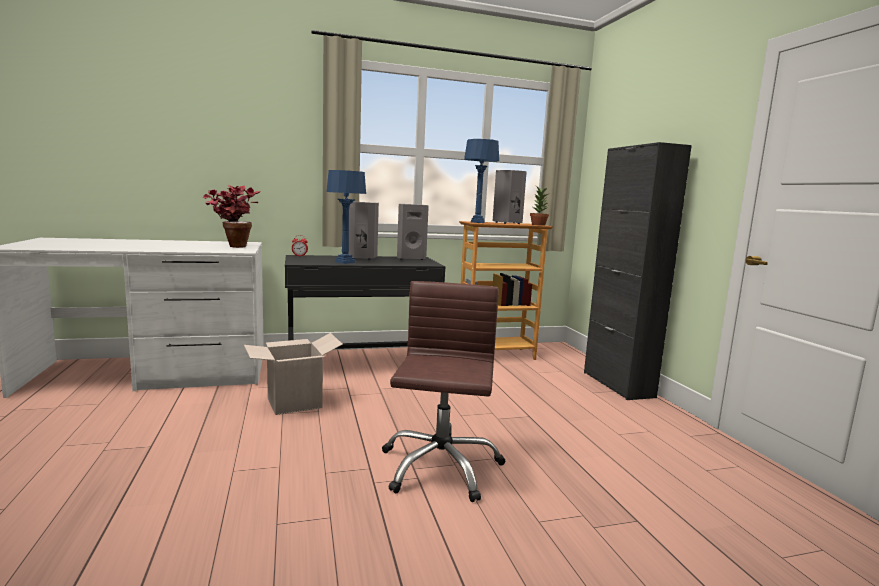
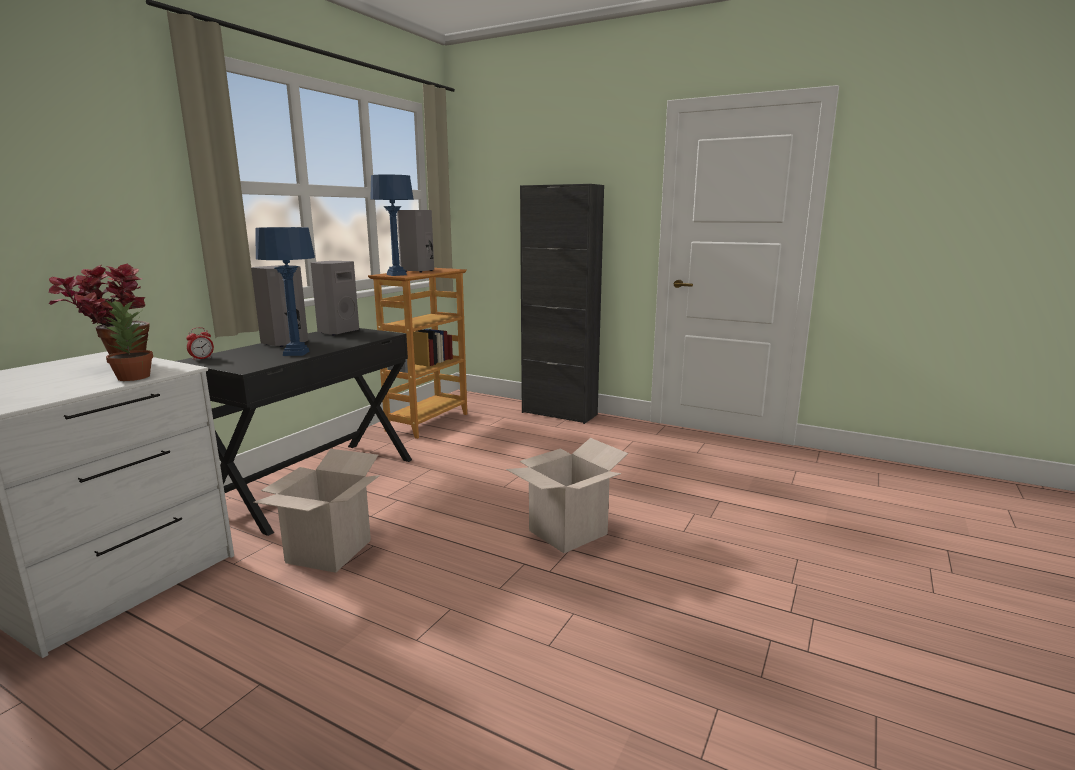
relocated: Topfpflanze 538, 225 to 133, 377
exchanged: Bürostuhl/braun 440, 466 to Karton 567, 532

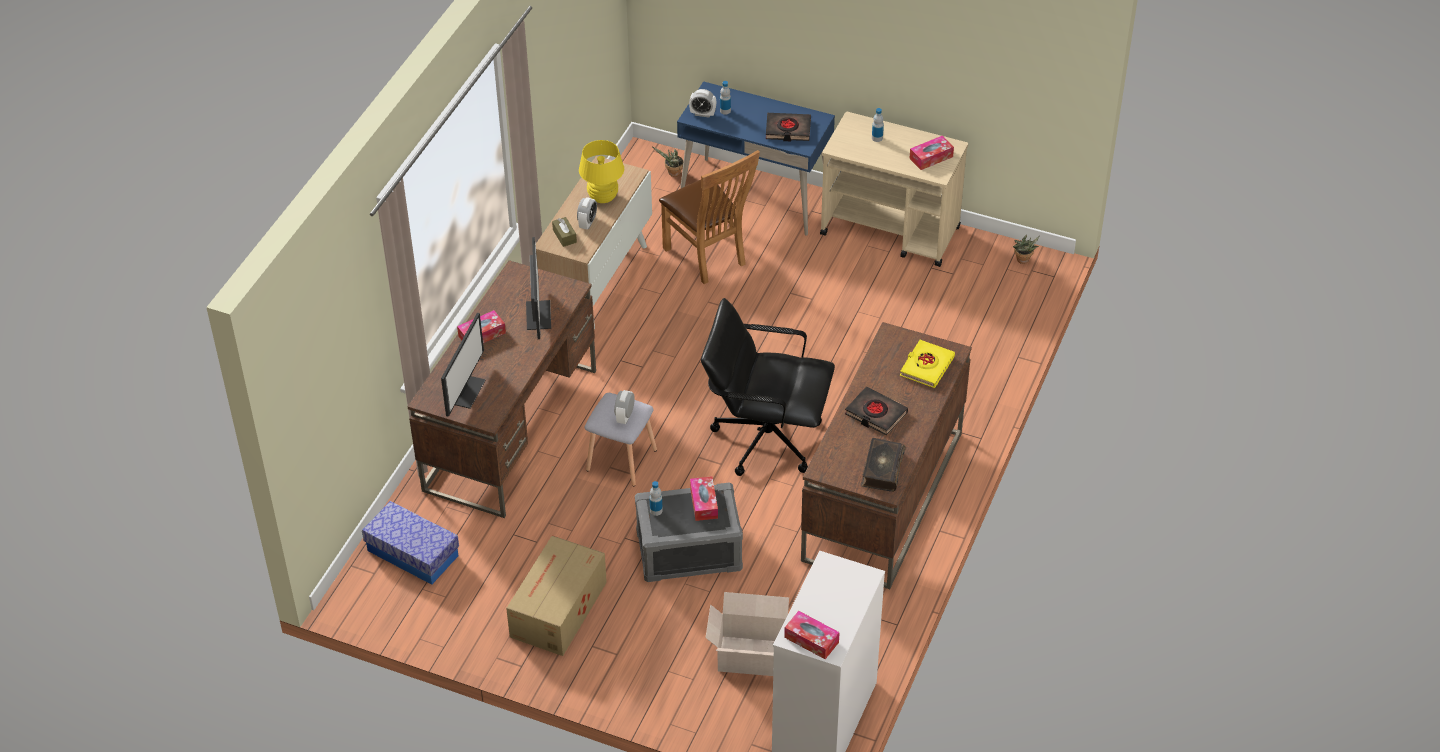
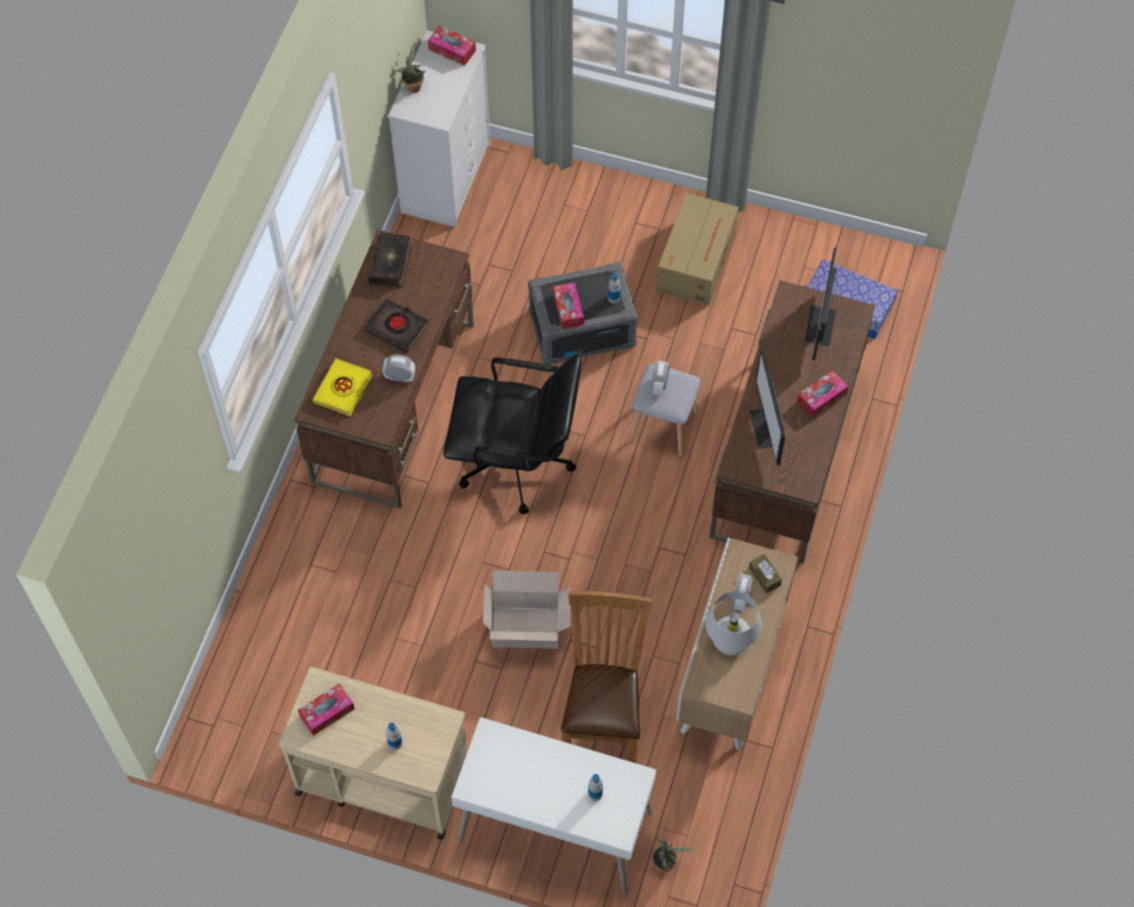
missing: Buch/schwarz 788, 130
relocated: Wecker 702, 114 to 400, 377; Karton 750, 655 to 528, 628; Topfpflanze 1023, 261 to 413, 86
colour: Tischlampe/gelb 603, 197 to Tischlampe/weiß 730, 642; Schreibtisch/blau 755, 196 to Schreibtisch/weiß 554, 828
spun: Stuhl/braun 708, 258 = 603, 716 45 degrees clockwise

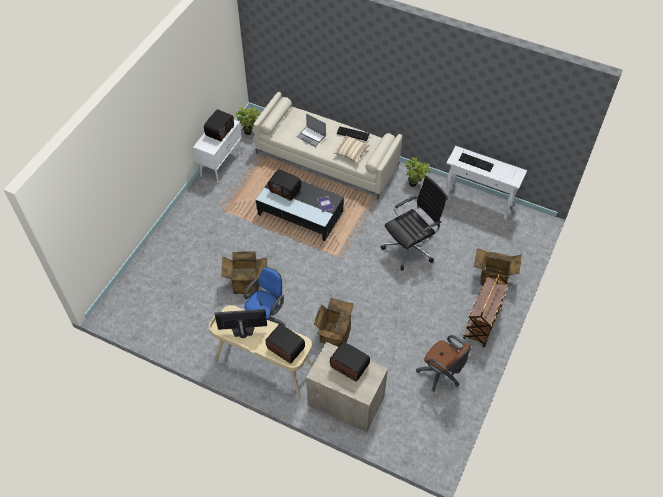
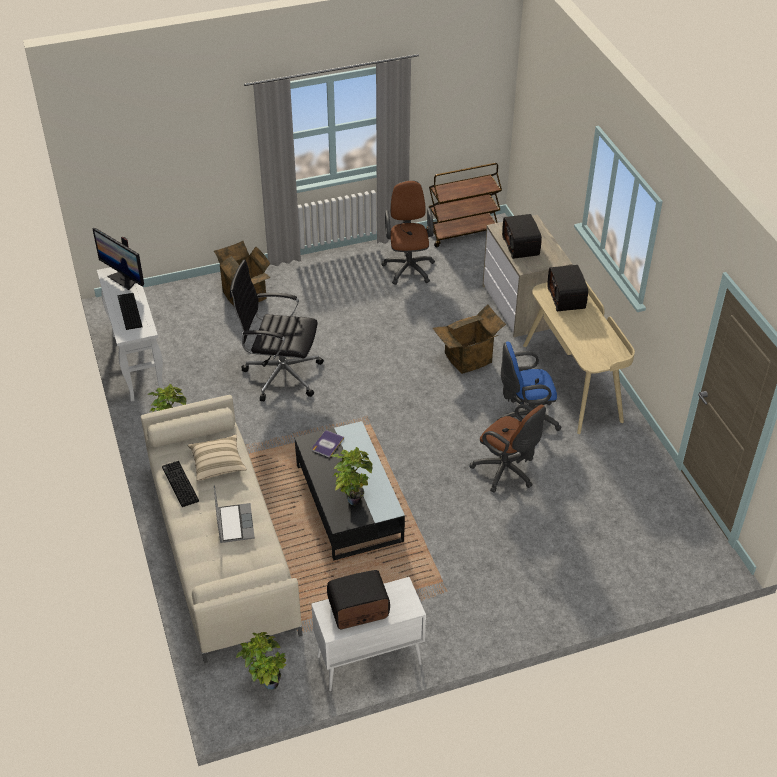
relocated: Monitor 243, 332 to 124, 279; Rollwagen/braun 482, 323 to 462, 232
exchanged: Karton 246, 282 to Bürostuhl/braun 507, 472; Radio 285, 190 to Topfpflanze 352, 497

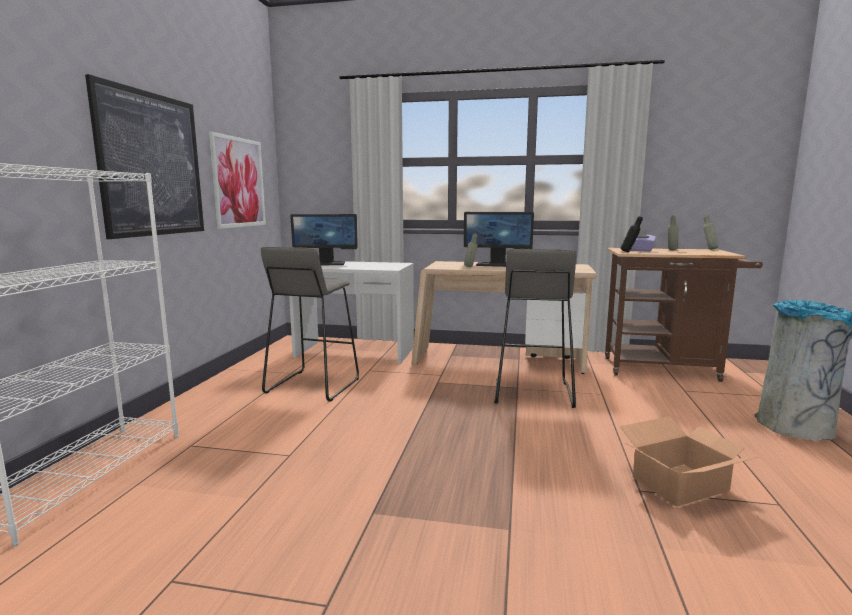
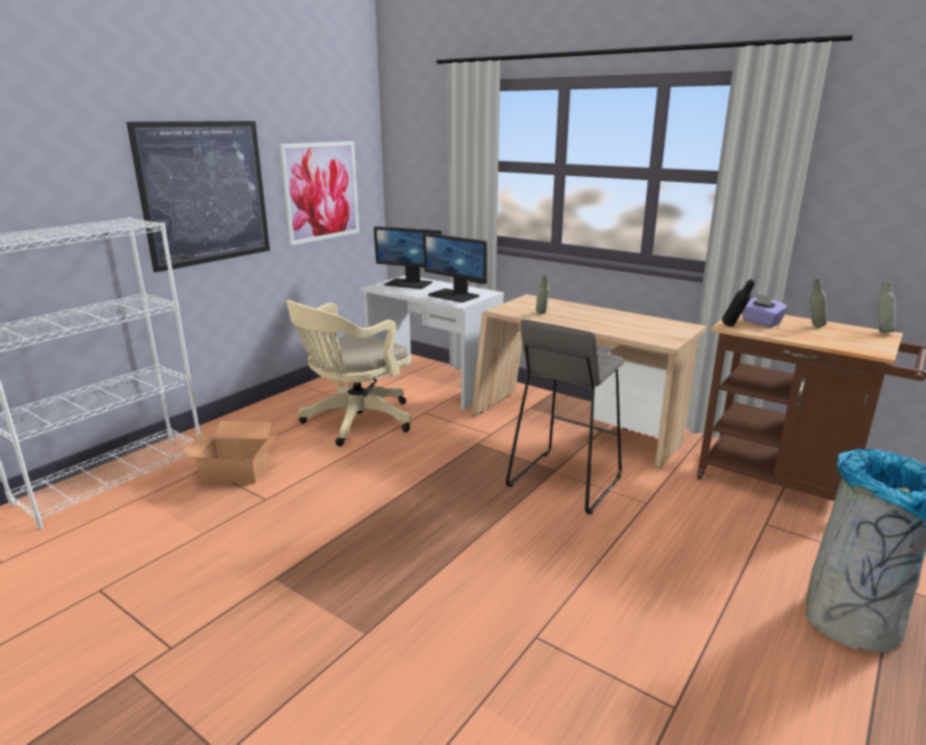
relocated: Monitor 497, 264 to 454, 295; Karton 681, 484 to 236, 471
exchanged: Hocker/grau 312, 386 to Bürostuhl/beige 354, 422

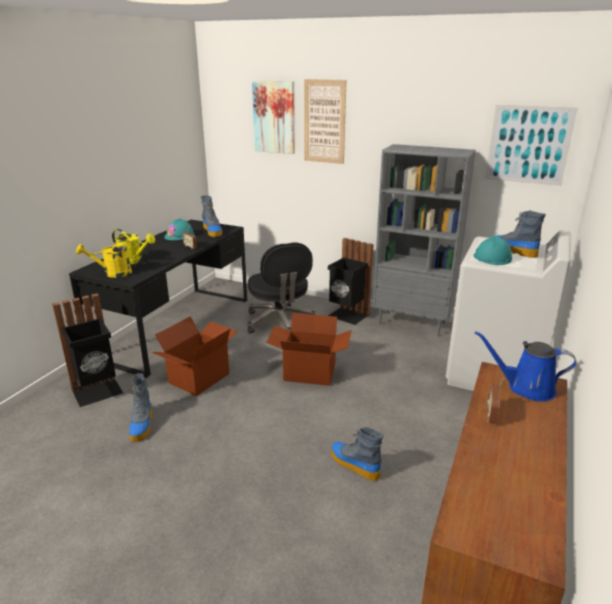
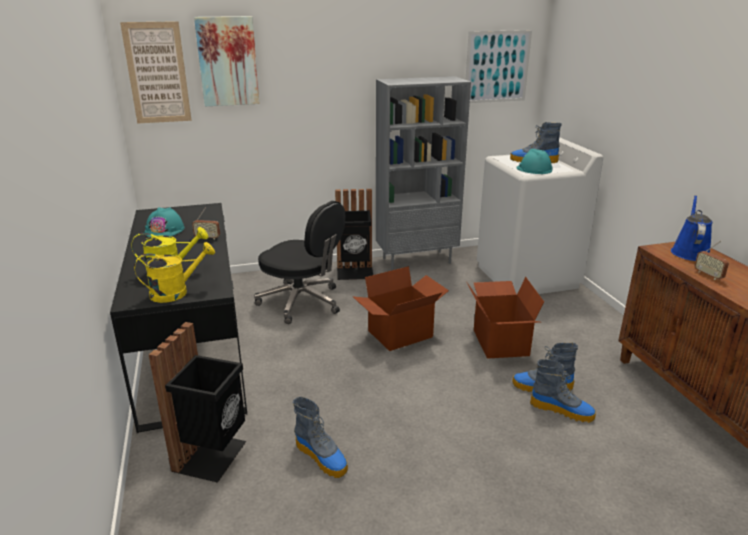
relocated: Karton 198, 378 to 499, 342; Stiefel 212, 231 to 562, 410; Bild 324, 122 to 157, 73
spun: Gießkanne/gelb 113, 273 = 176, 292 150 degrees counterclockwise; Gießkanne/blau 526, 388 = 689, 252 135 degrees clockwise

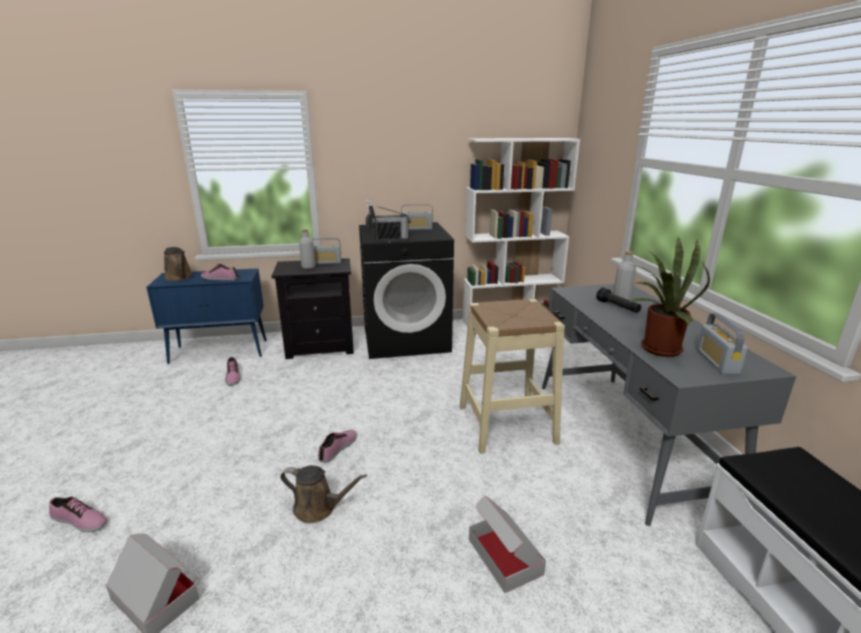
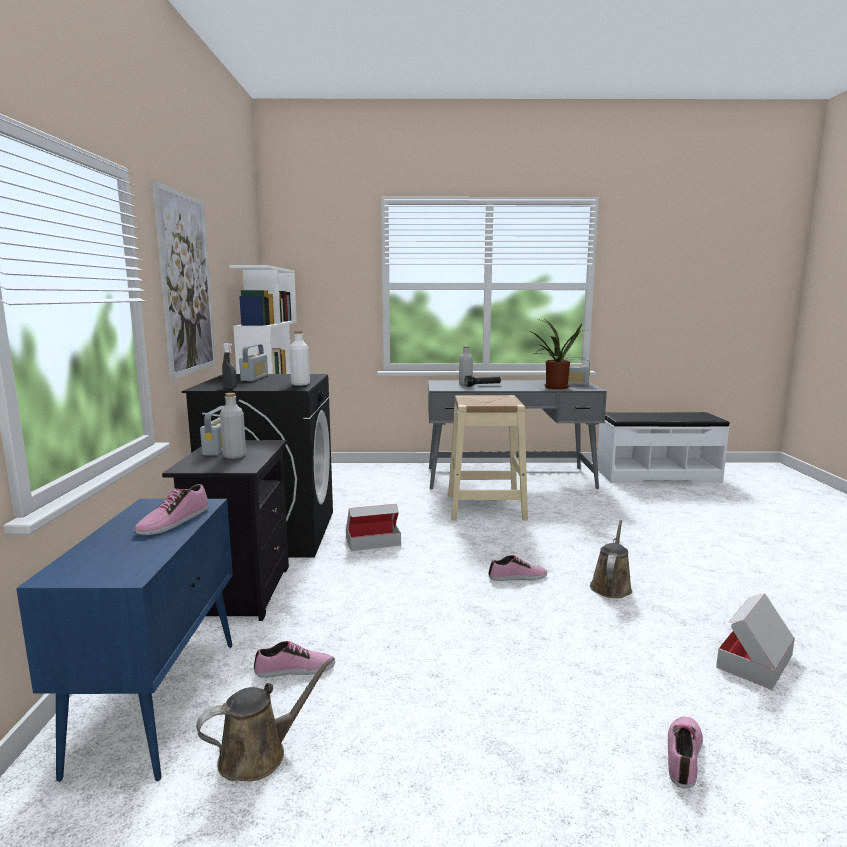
appeared: Bild 186, 284
relocated: Gießkanne/braun 180, 277 to 259, 754; Karton 505, 556 to 373, 541
exchanged: Radio 391, 239 to Flasche/weiß 300, 384
spun: Schuh 338, 448 = 517, 577 135 degrees clockwise

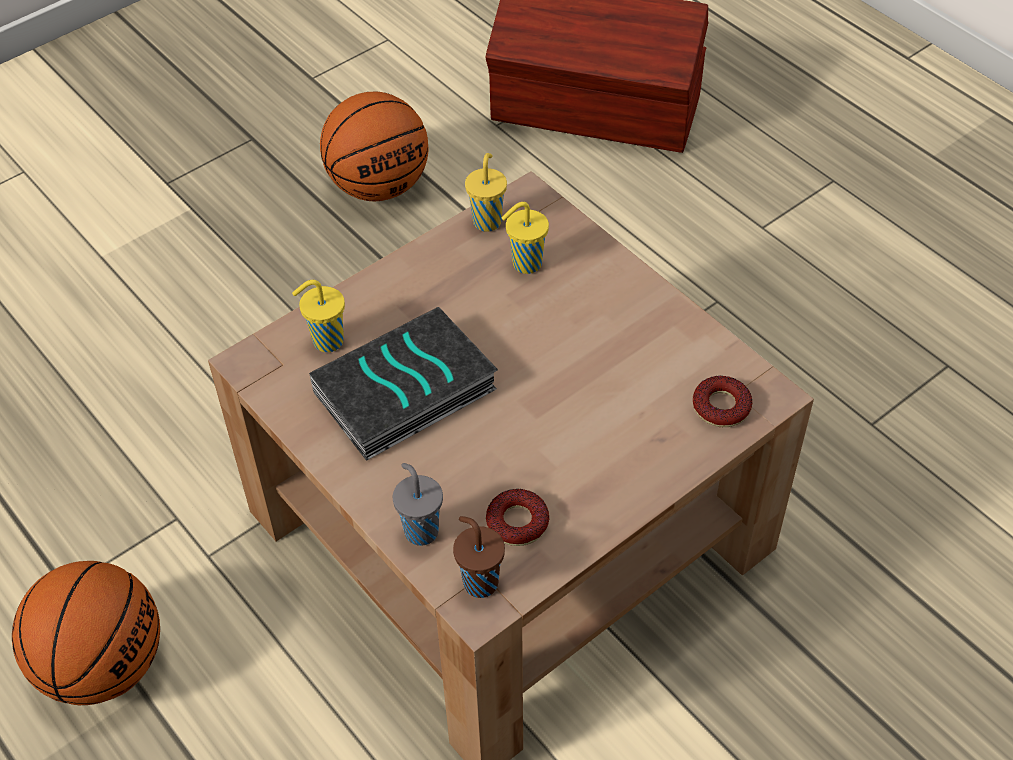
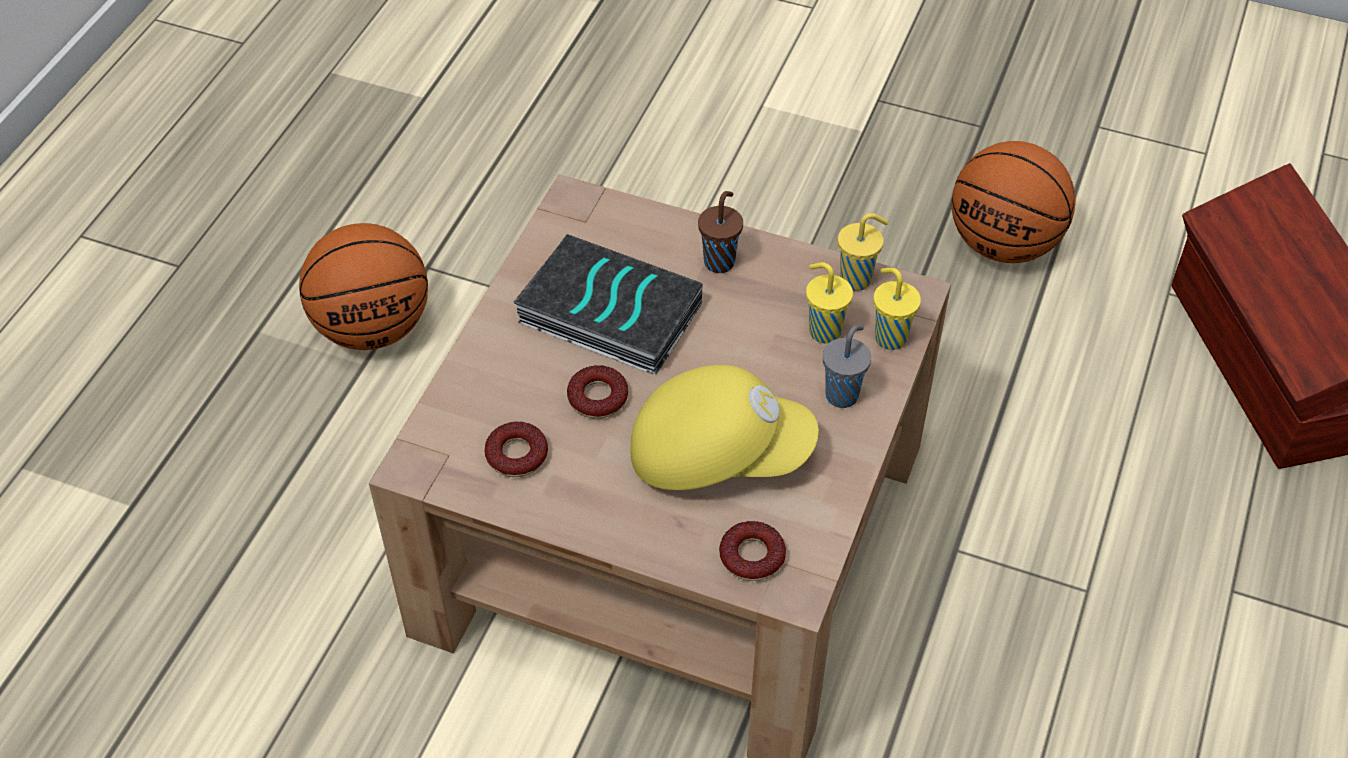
appeared: Donut 598, 397; Kappe/gelb 718, 452
relocated: Tasse/gelb 326, 341 to 889, 337; Tasse/grau 420, 530 to 843, 394; Tasse/braun 479, 581 to 720, 261

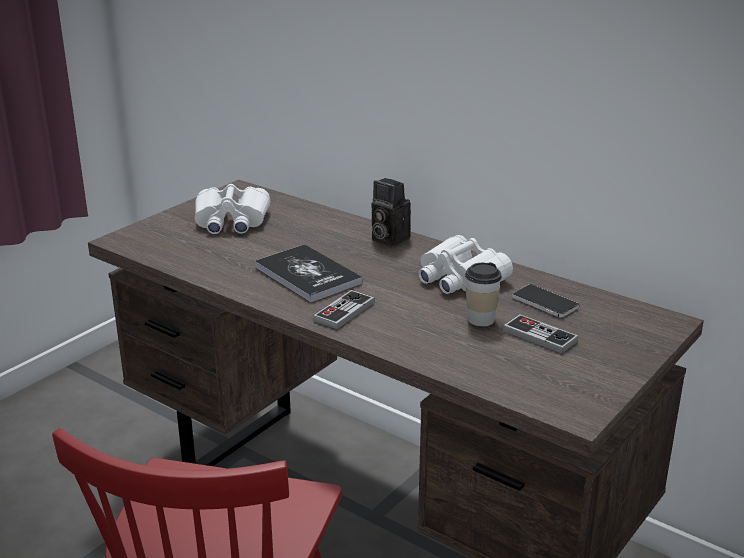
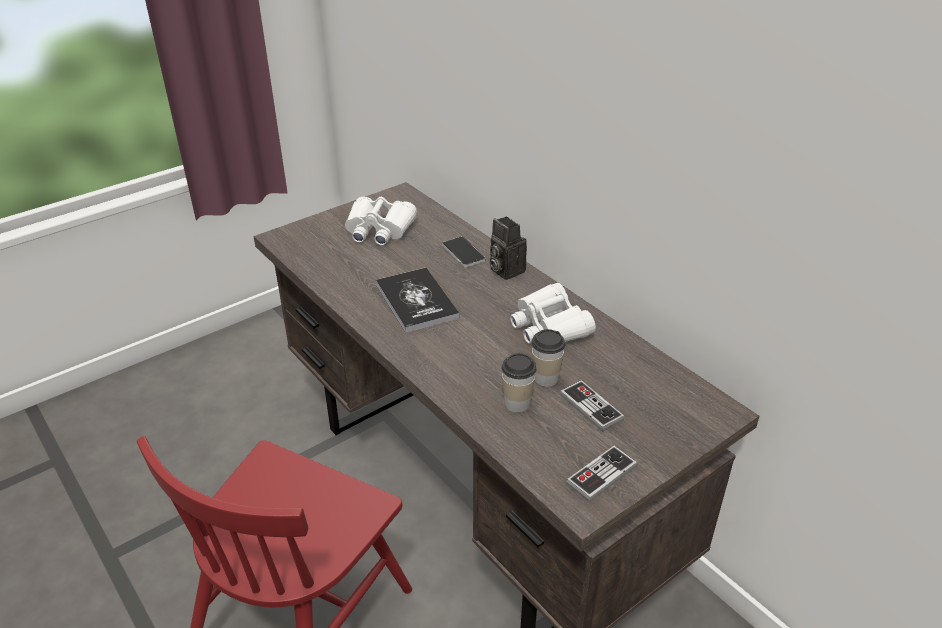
appeared: Tasse 517, 403
relocated: Gamepad 344, 311 to 601, 475; Handy 545, 302 to 463, 253

